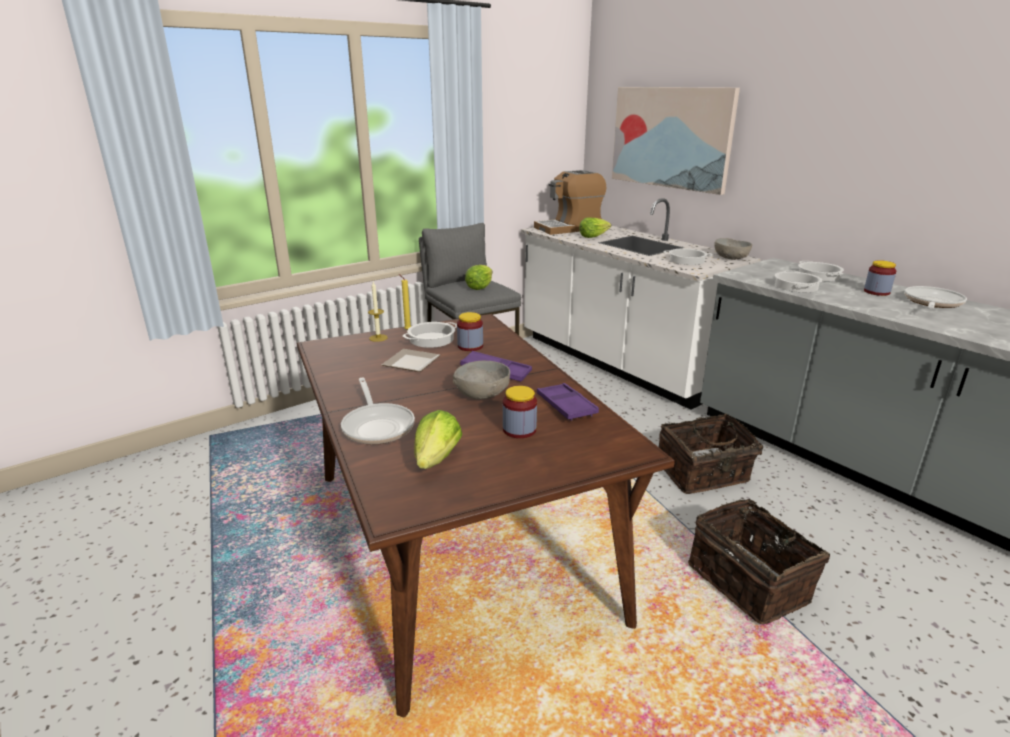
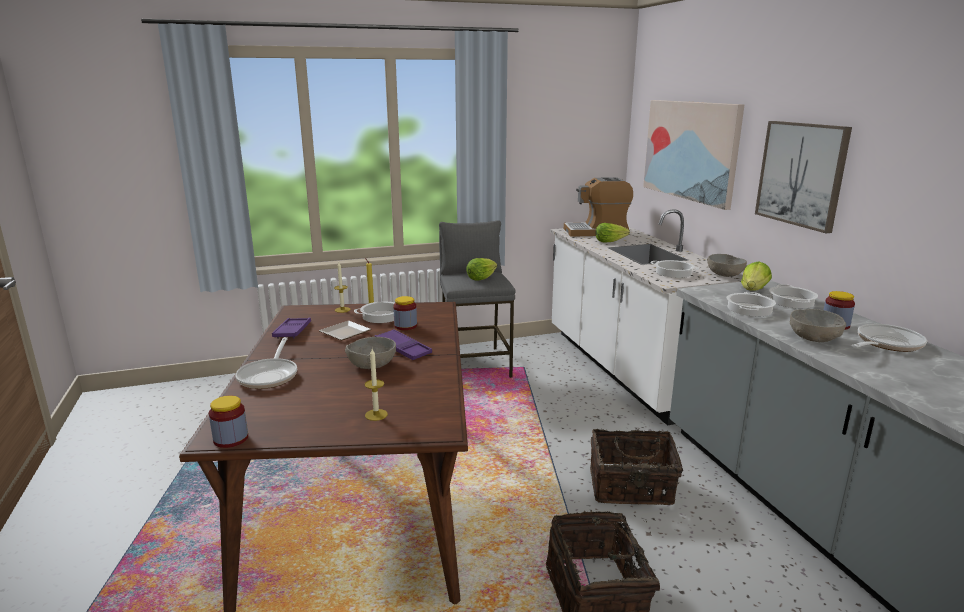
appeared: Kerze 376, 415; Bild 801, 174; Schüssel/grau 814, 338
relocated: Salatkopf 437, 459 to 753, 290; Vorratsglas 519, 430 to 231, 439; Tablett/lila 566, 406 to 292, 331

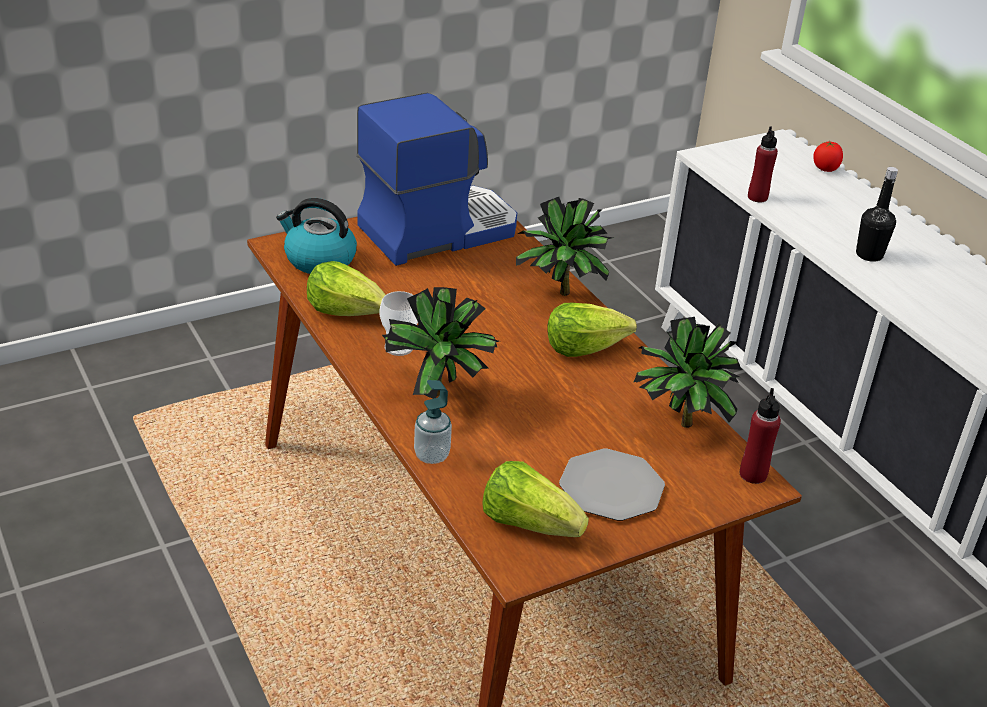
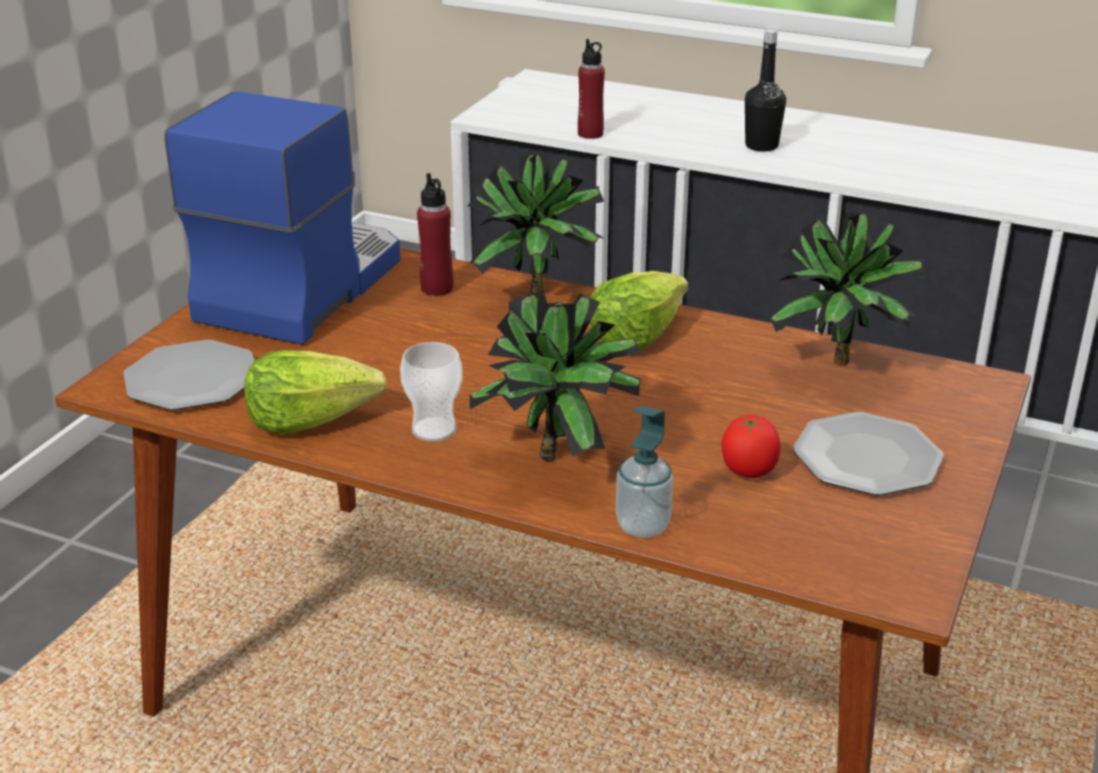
missing: Salatkopf 528, 523
relocated: Flasche/rot 753, 474 to 437, 288; Tomate 825, 169 to 748, 470
exchanged: Wasserkessel 318, 260 to Teller 192, 379

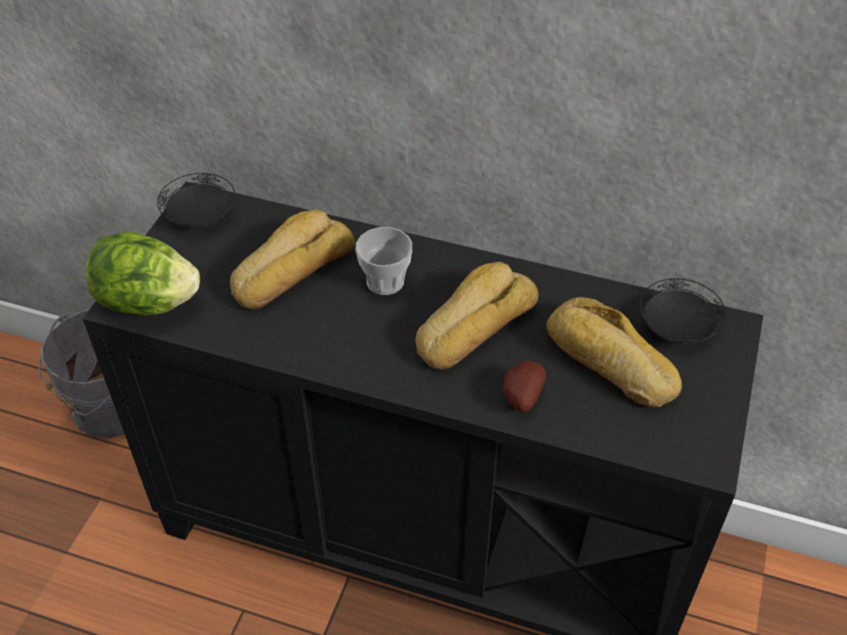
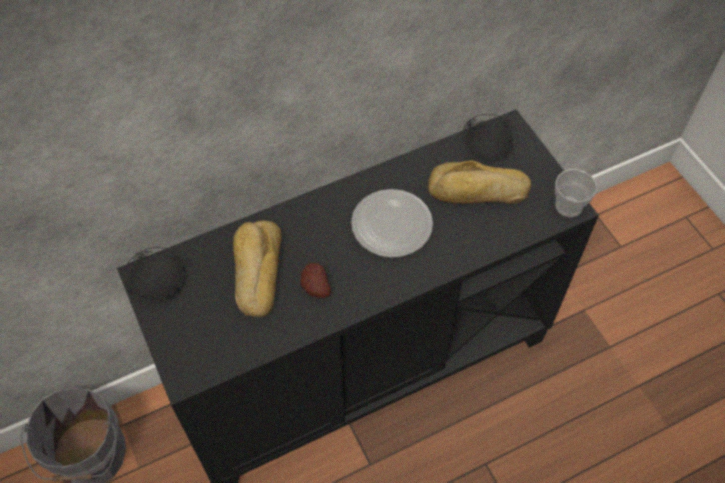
missing: Salatkopf 148, 303
relocated: Tasse 385, 281 to 568, 206; Kartoffel 520, 397 to 315, 288
exchanged: Brot 473, 324 to Teller 392, 224

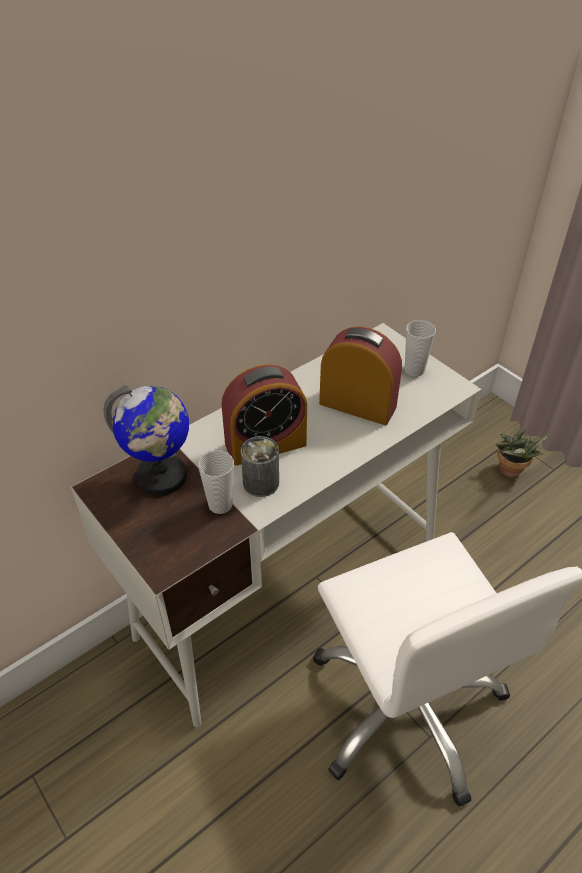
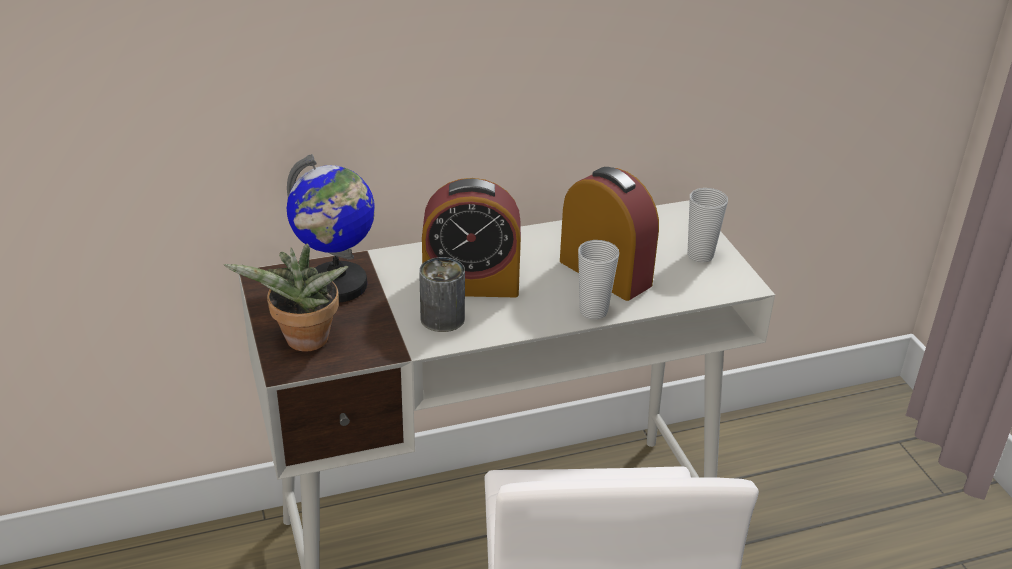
relocated: Tasse 220, 505 to 593, 311; Topfpflanze 510, 473 to 304, 343

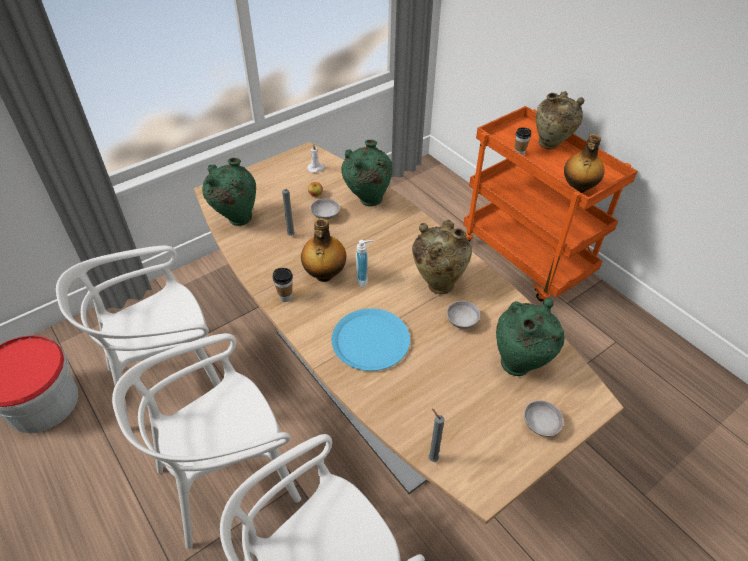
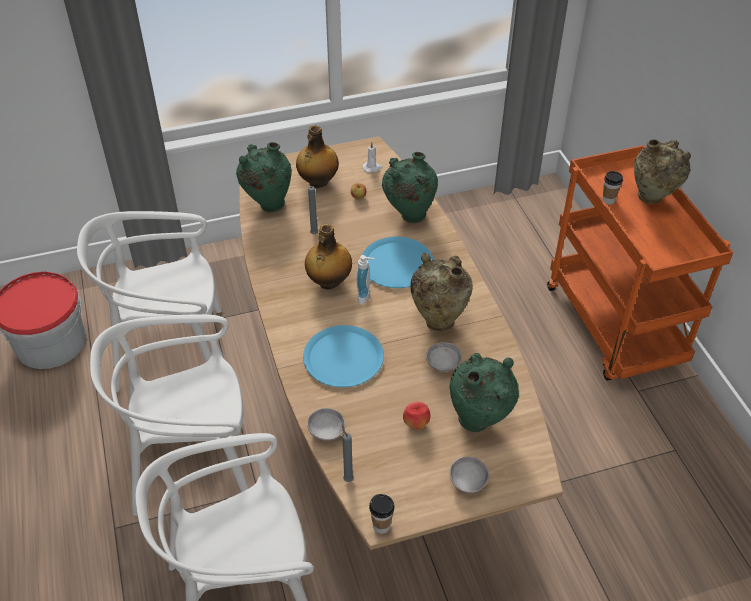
appeared: Teller/blau 397, 264; Apfel 416, 424
relocated: Tasse 285, 297 to 381, 526; Schüssel/grau 325, 215 to 326, 431; Flasche 578, 188 to 317, 182

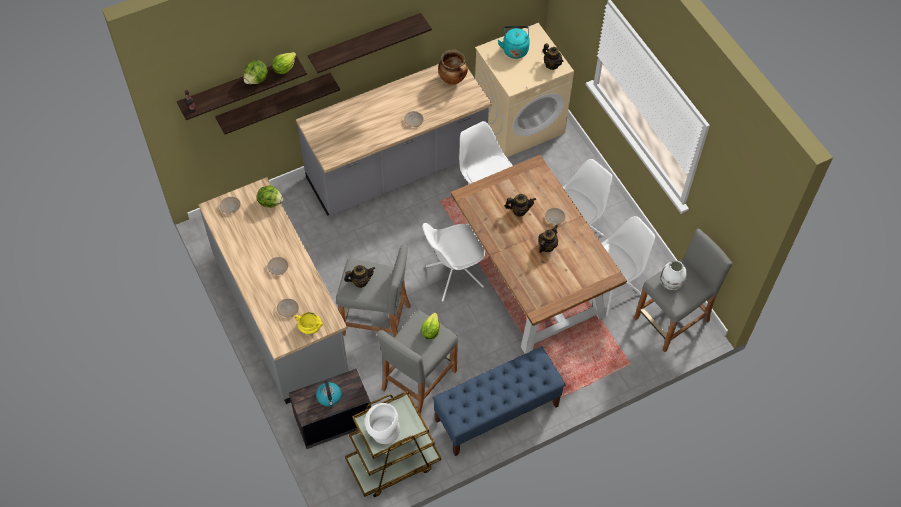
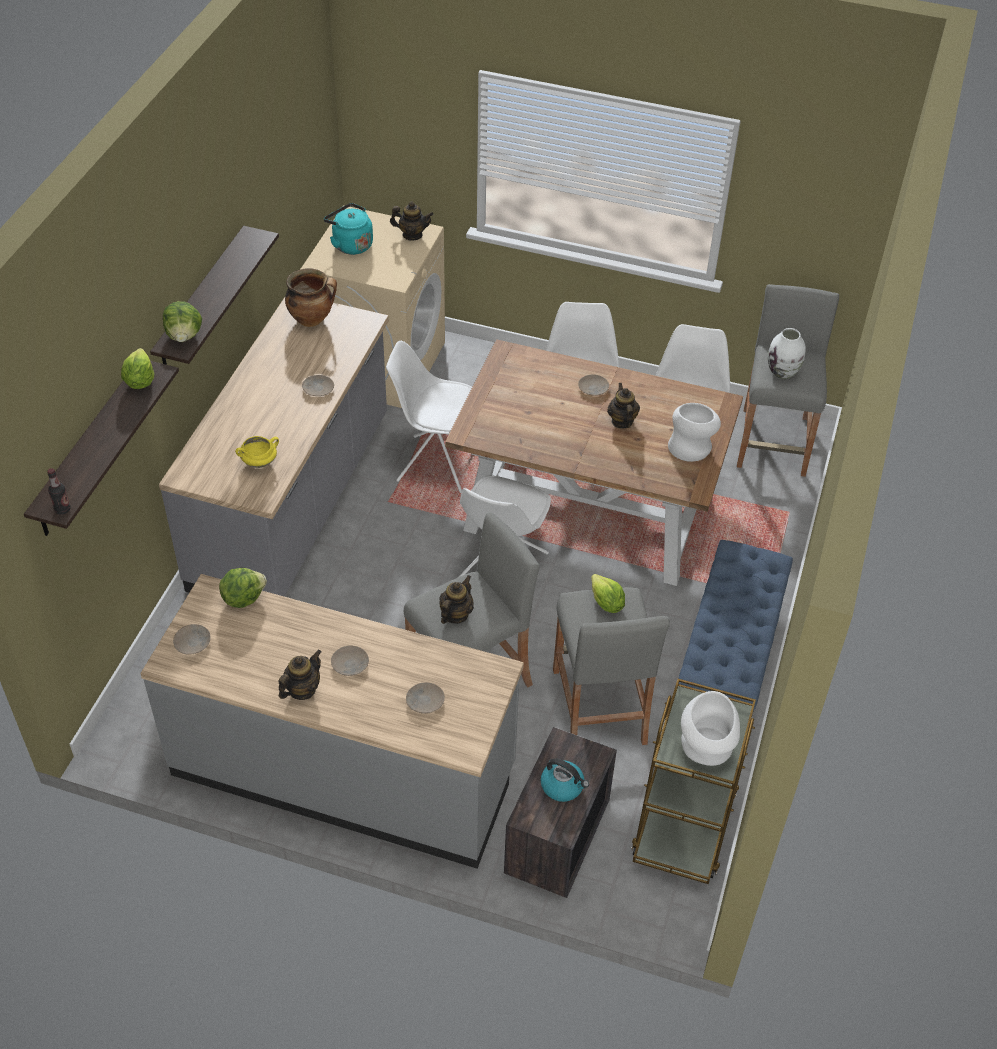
missing: Wandregal 275, 102
appeared: Vase/weiß 691, 446
relocated: Salatkopf 256, 80 to 184, 336; Kochtopf/gelb 310, 327 to 259, 462; Teekanne 519, 210 to 302, 690

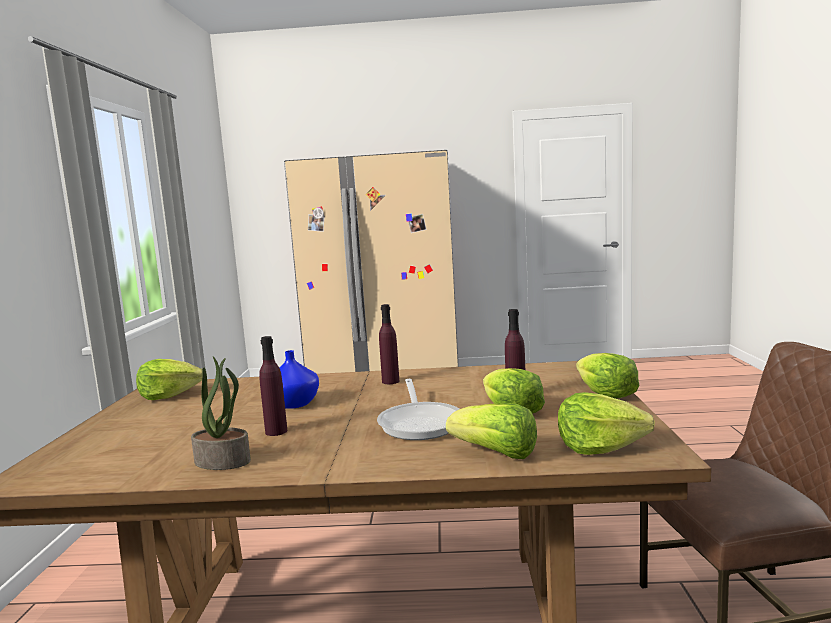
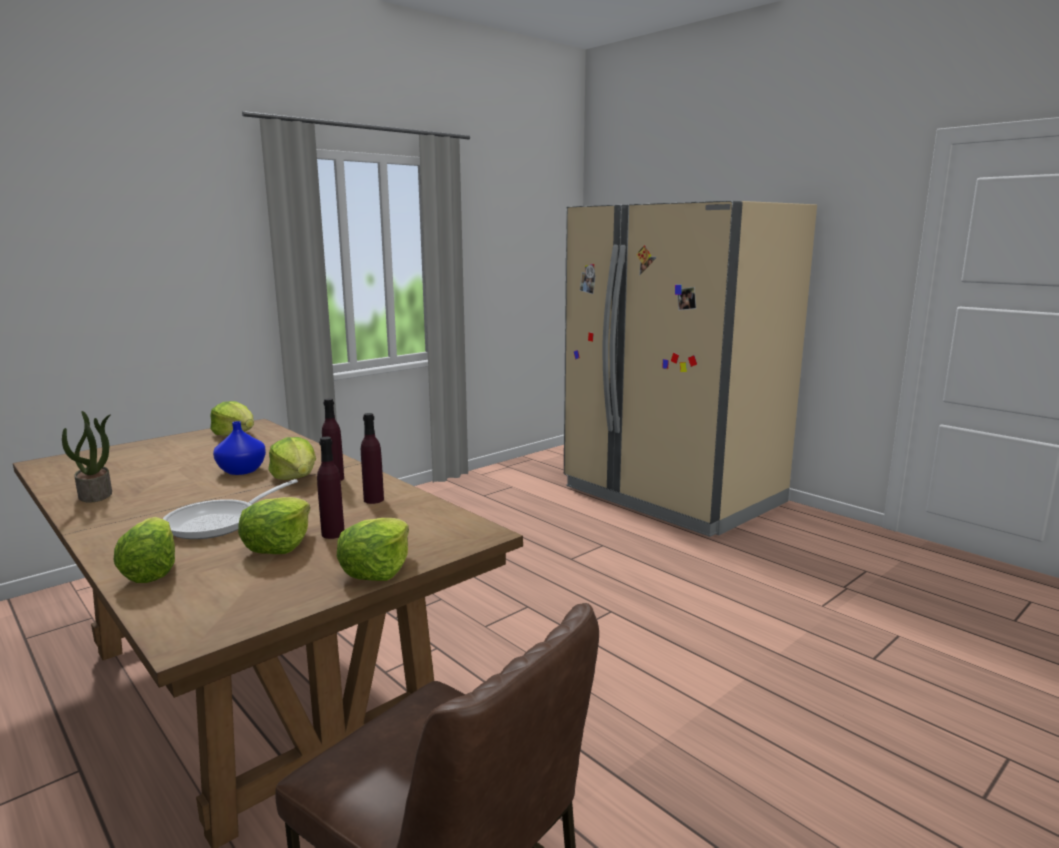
relocated: Flasche/lila 276, 431 to 373, 500; Salatkopf 599, 447 to 296, 478

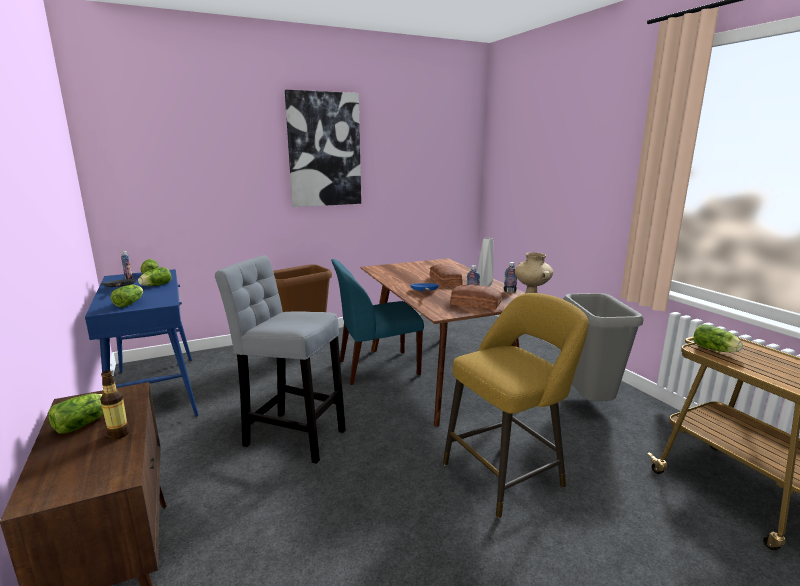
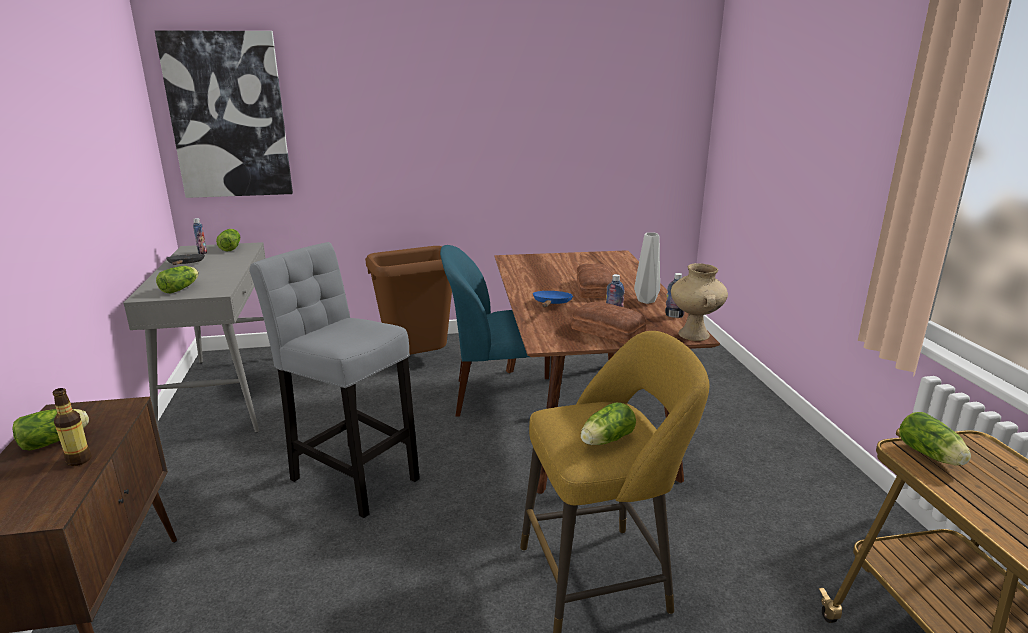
missing: Mülleimer/grau 589, 403
relocated: Salatkopf 155, 285 to 605, 440; Bild 324, 150 to 228, 116
colour: Konsolentisch/blau 155, 392 to Konsolentisch/grau 225, 393

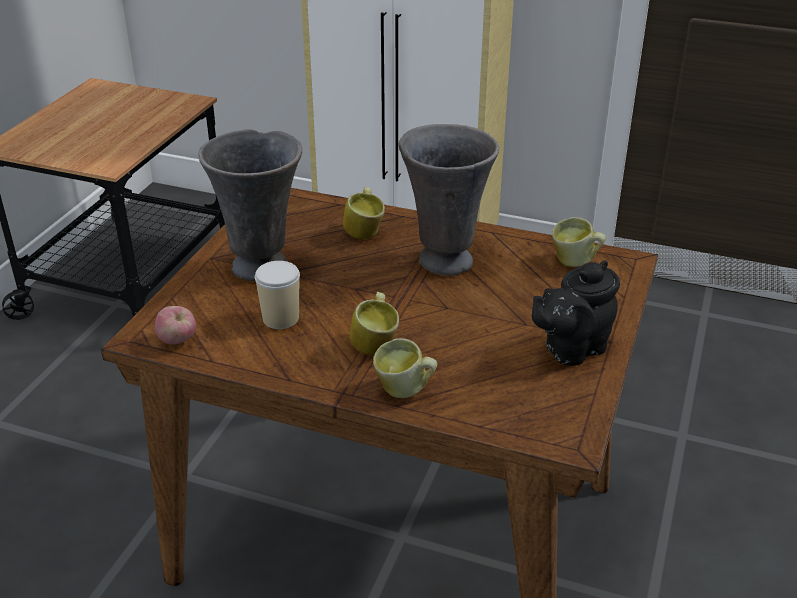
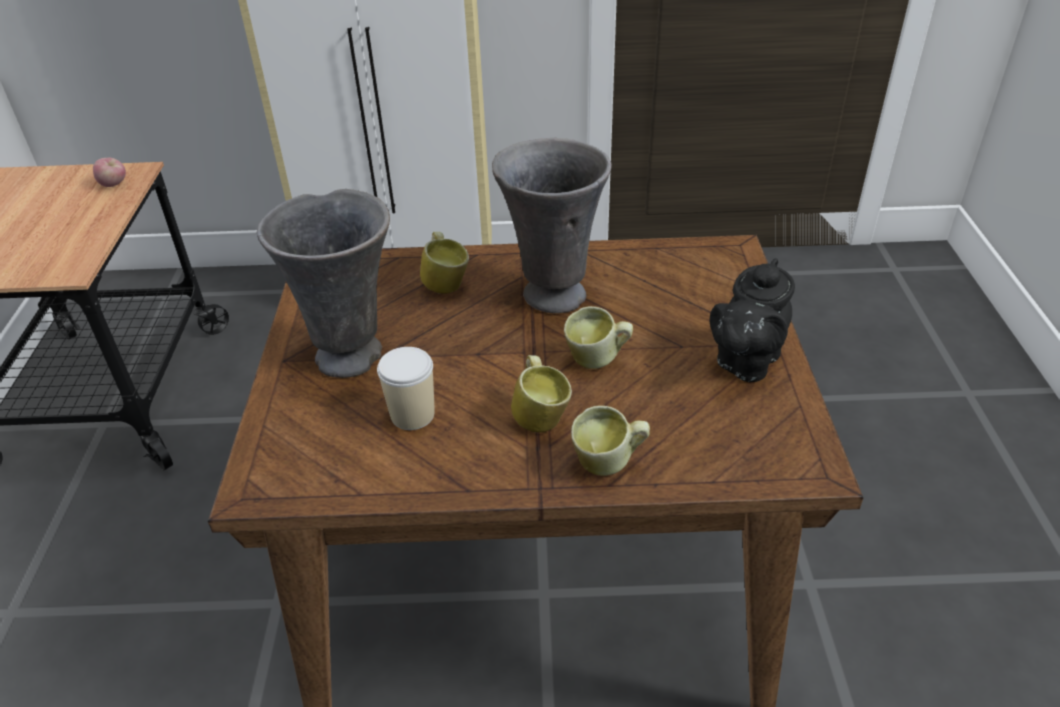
relocated: Apfel 178, 341 to 114, 185; Henkelbecher 575, 263 to 597, 361

